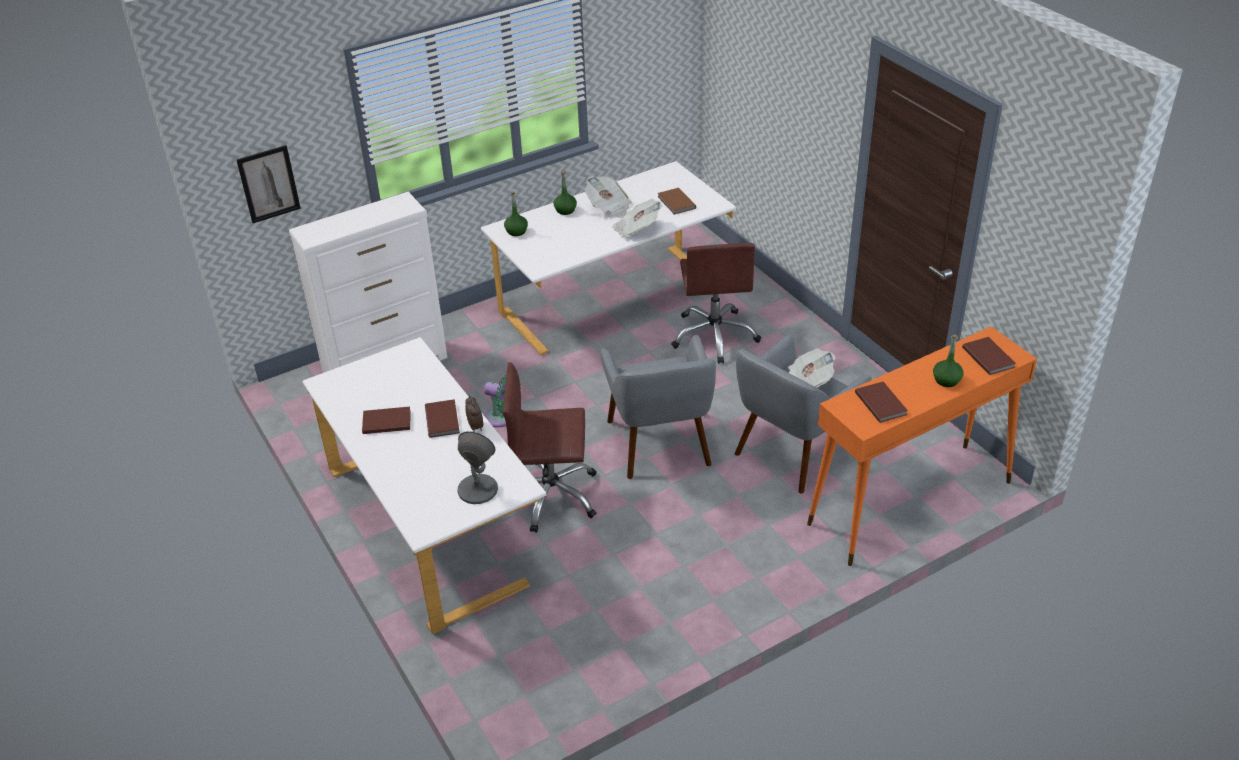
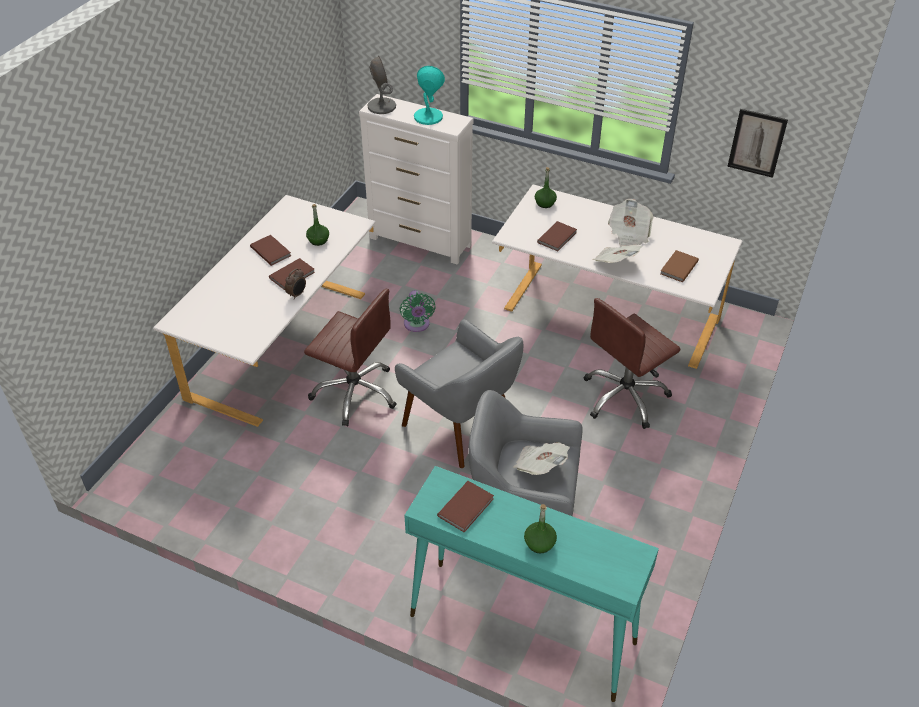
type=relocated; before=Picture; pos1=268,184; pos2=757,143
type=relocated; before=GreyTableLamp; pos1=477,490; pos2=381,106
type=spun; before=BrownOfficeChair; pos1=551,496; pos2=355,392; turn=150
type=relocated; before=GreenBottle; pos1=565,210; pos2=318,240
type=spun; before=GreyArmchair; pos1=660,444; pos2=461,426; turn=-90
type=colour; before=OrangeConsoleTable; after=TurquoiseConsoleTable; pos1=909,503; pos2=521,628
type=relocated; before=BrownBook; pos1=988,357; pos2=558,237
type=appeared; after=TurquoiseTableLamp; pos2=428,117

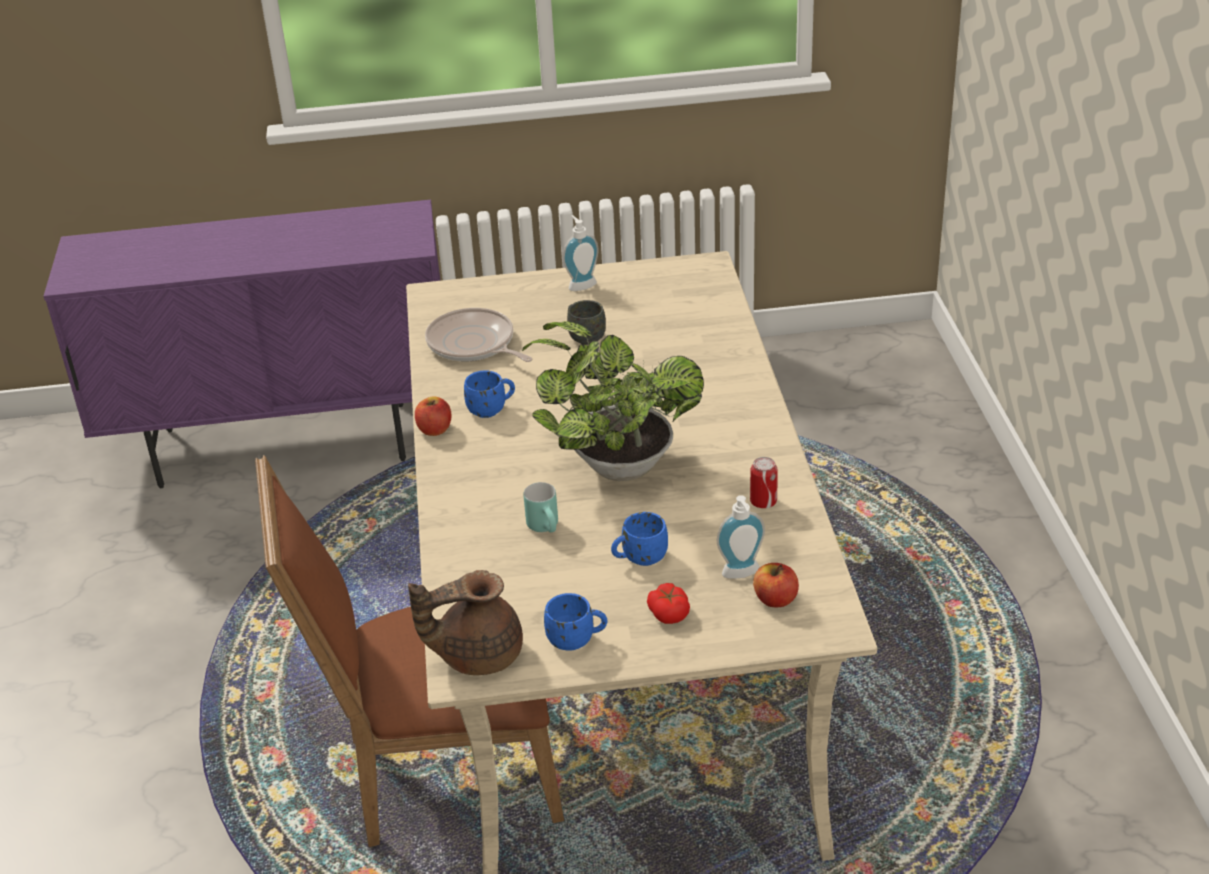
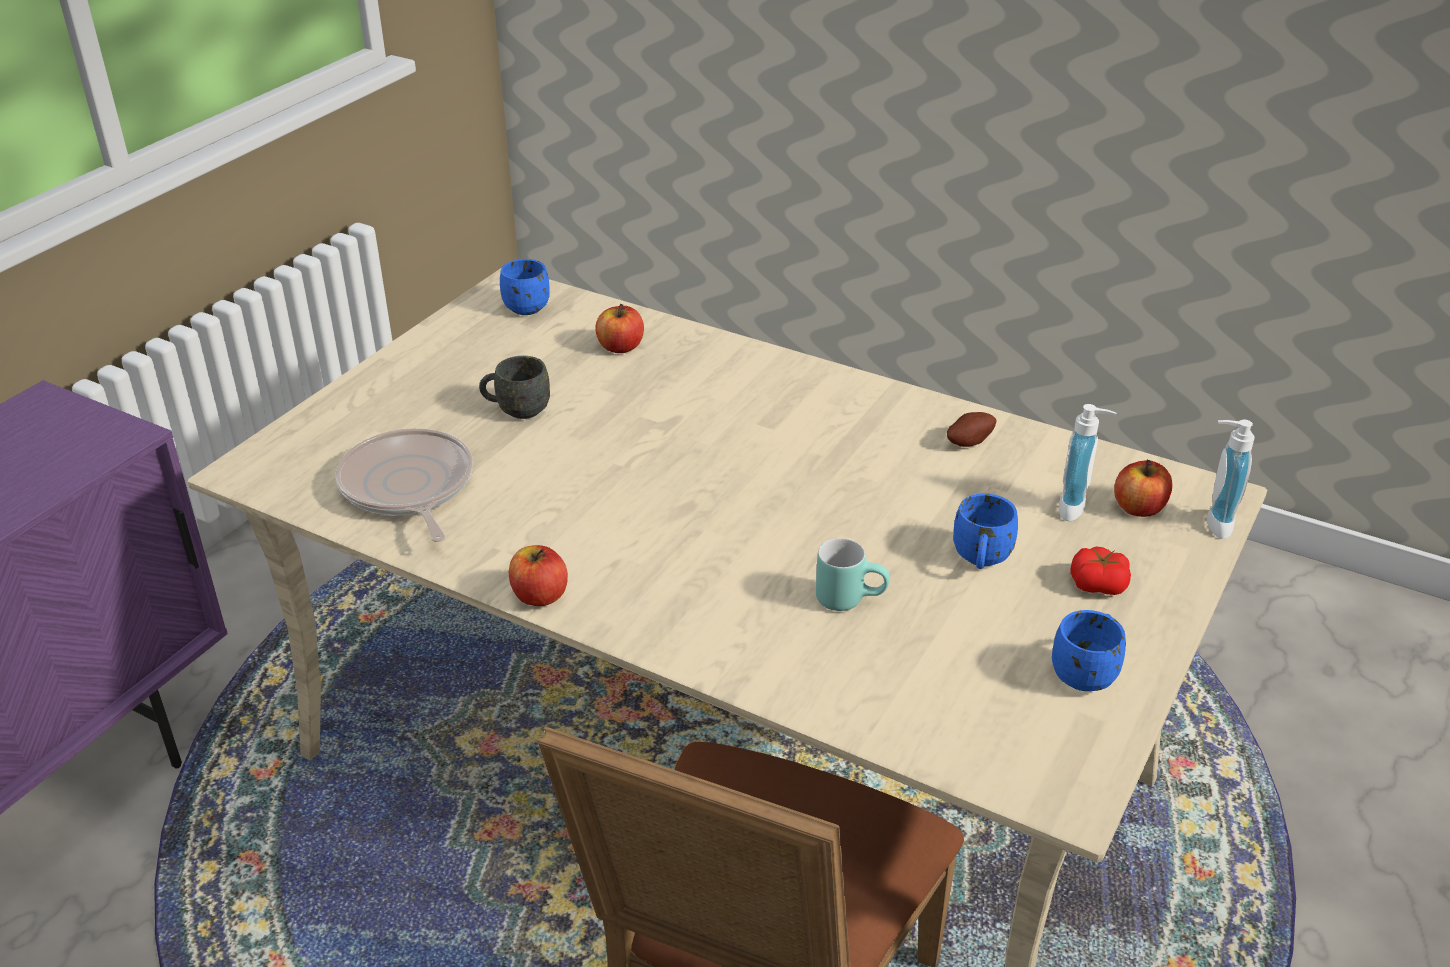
type=missing; before=BrownTeapot; pos1=476,654
type=spun; before=FryingPan; pos1=474,344; pos2=408,488; turn=75
type=relocated; before=BlueMug; pos1=492,409; pos2=529,304
type=missing; before=PottedPlant; pos1=615,464
type=relocated; before=SoapDispenser; pos1=581,284; pos2=1213,523
type=exchanged; before=Can; after=Potato; pos1=763,502; pos2=968,441
type=appeared; after=Apple; pos2=620,347

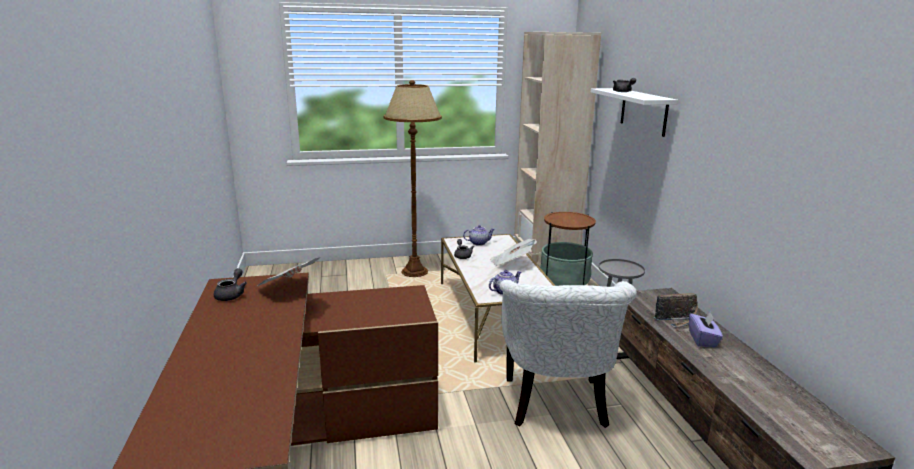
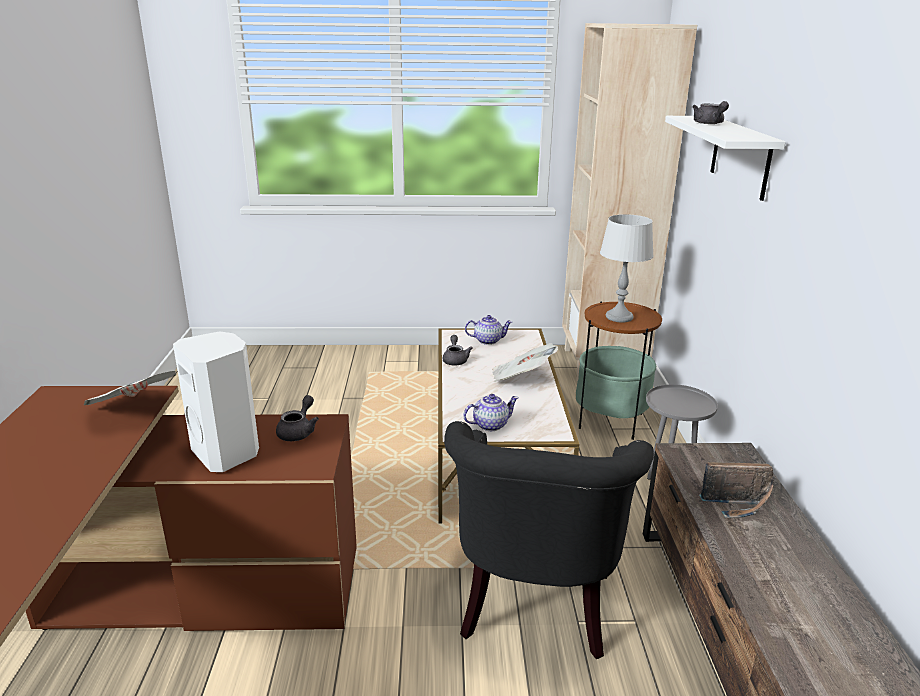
type=relocated; before=GreyTeapot; pos1=231,295; pos2=298,431
type=missing; before=BrownFloorLamp; pos1=415,272
type=colour; before=WhiteArmchair; after=BlackArmchair; pos1=556,405; pos2=534,610
type=missing; before=PurpleTissueBox; pos1=703,340
type=appeared; after=WhiteSpeaker; pos2=227,453
type=appeared; after=GreyTableLamp; pos2=619,317

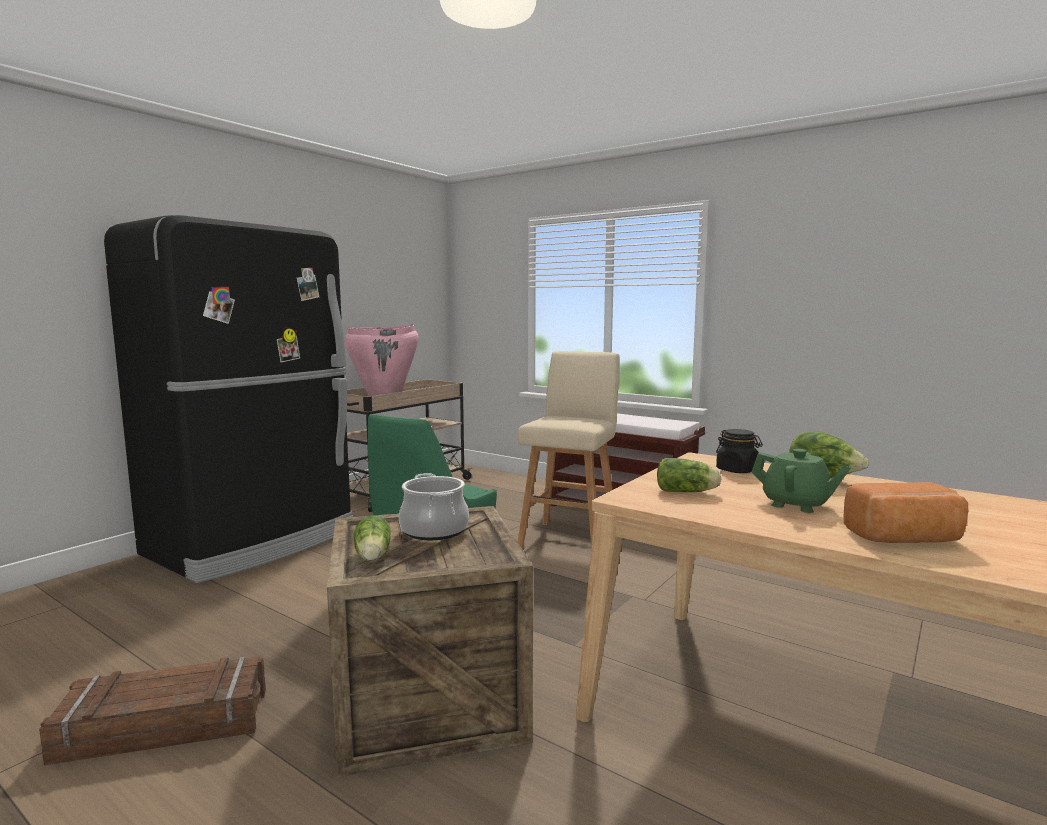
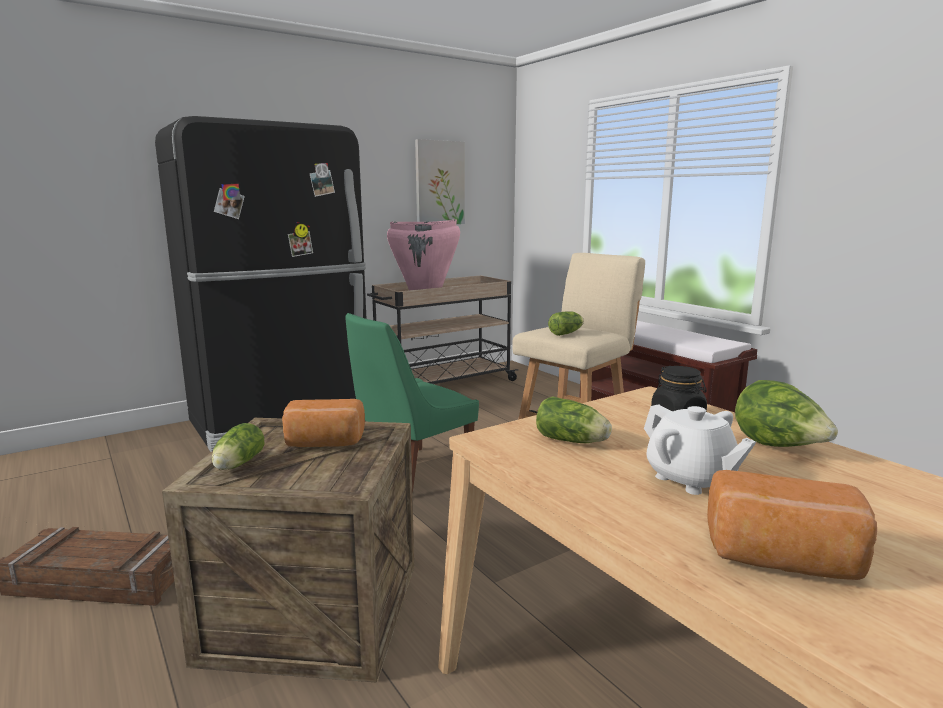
type=exchanged; before=CookingPot; after=Bread; pos1=434,530; pos2=324,443
type=colour; before=GreenTeapot; after=WhiteTeapot; pos1=796,505; pos2=690,479
type=appeared; after=Picture; pos2=439,183
type=appeared; after=Lettuce; pos2=567,333

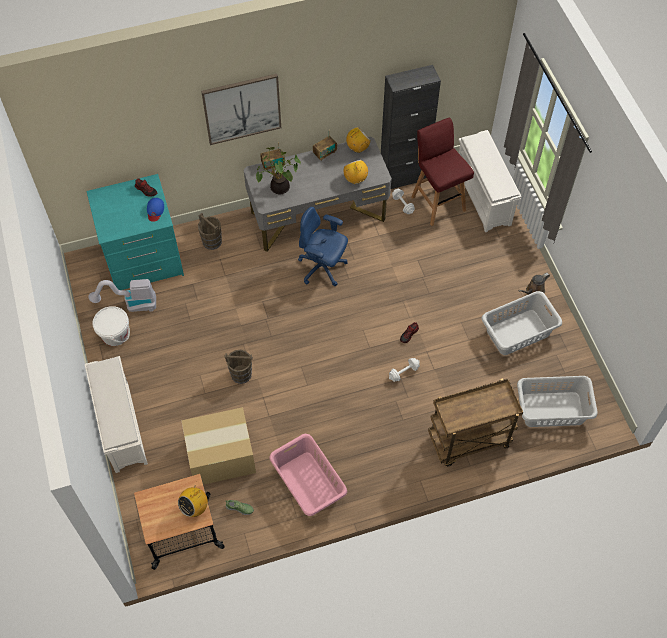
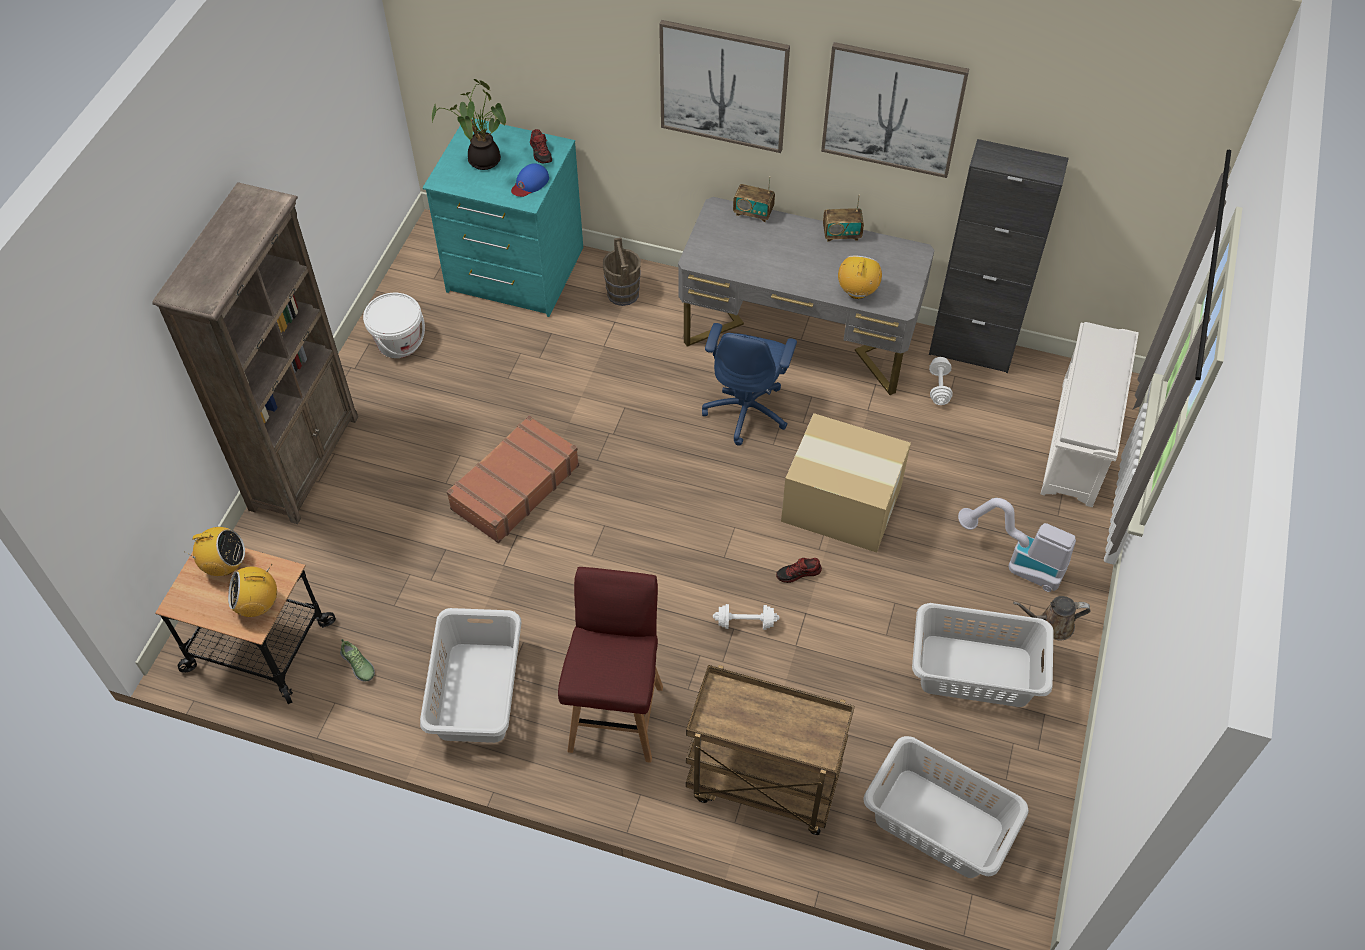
type=exchanged; before=WhiteShoeRack; after=BrownBookcase; pos1=121,426; pos2=305,462
type=relocated; before=VacuumCleaner; pos1=130,305; pos2=1016,562
type=relocated; before=CardboardBox; pos1=222,456; pos2=842,505
type=exchanged; before=BrownBucket; after=BrownSuitcase; pos1=241,374; pos2=514,487
type=relocated; before=PottedPlant; pos1=279,189; pos2=481,161
type=colour; before=PinkLaundryBasket; after=GreyLaundryBasket; pos1=308,484; pos2=476,693
type=spun; before=BlueOfficeChair; pos1=322,268; pos2=747,410; turn=-135
type=relocated; before=Radio; pos1=358,148; pos2=225,565
type=relocated; before=RedStool; pos1=437,202; pos2=617,715
type=appeared; after=Picture; pos2=892,109

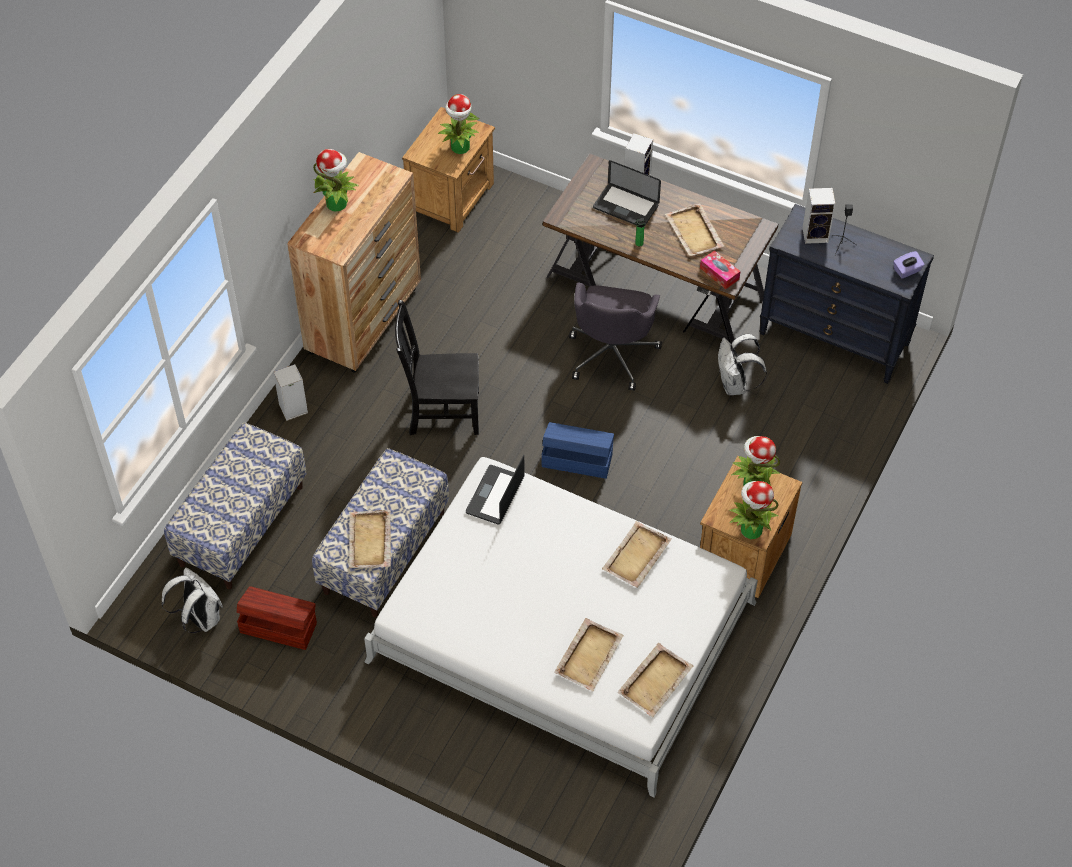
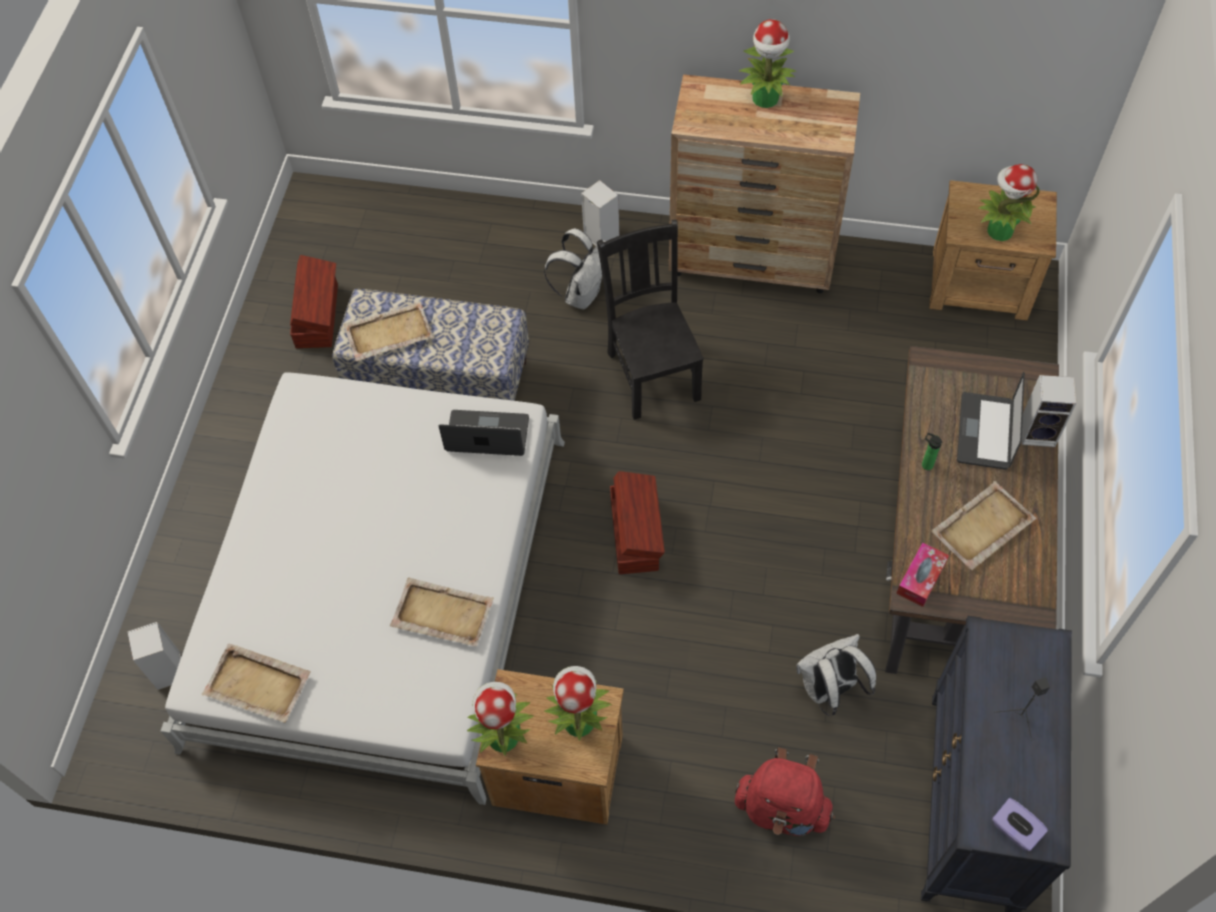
type=relocated; before=WhiteBackpack; pos1=199,618; pos2=582,294
type=missing; before=Bench; pos1=241,525
type=colour; before=BlueStorageBox; after=BrownStorageBox; pos1=576,459; pos2=635,533
type=missing; before=BeigeTray; pos1=589,655
type=missing; before=GreyOfficeChair; pos1=612,353
type=relocated; before=Speaker; pos1=816,234; pos2=170,672
type=appeared; after=RedBackpack; pos2=782,808

